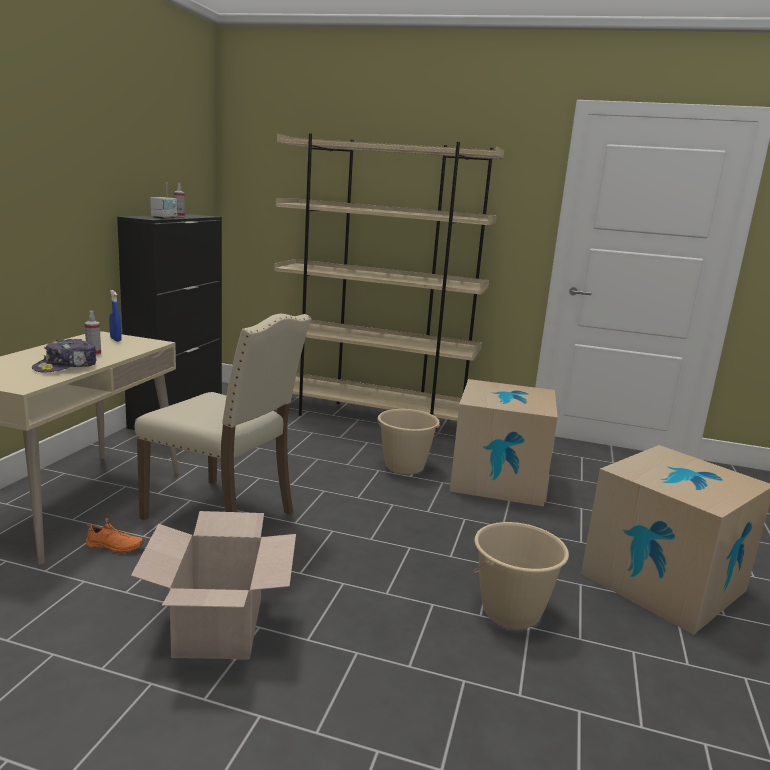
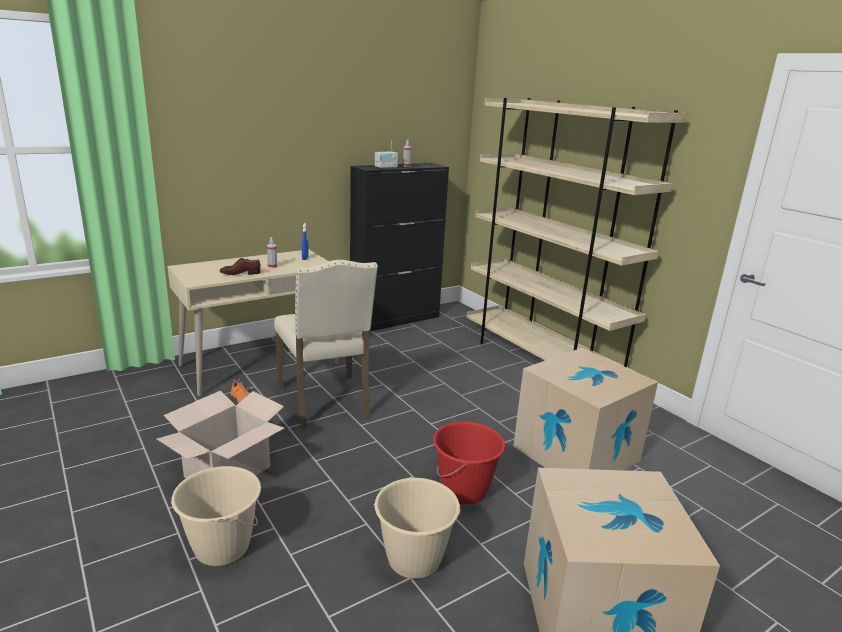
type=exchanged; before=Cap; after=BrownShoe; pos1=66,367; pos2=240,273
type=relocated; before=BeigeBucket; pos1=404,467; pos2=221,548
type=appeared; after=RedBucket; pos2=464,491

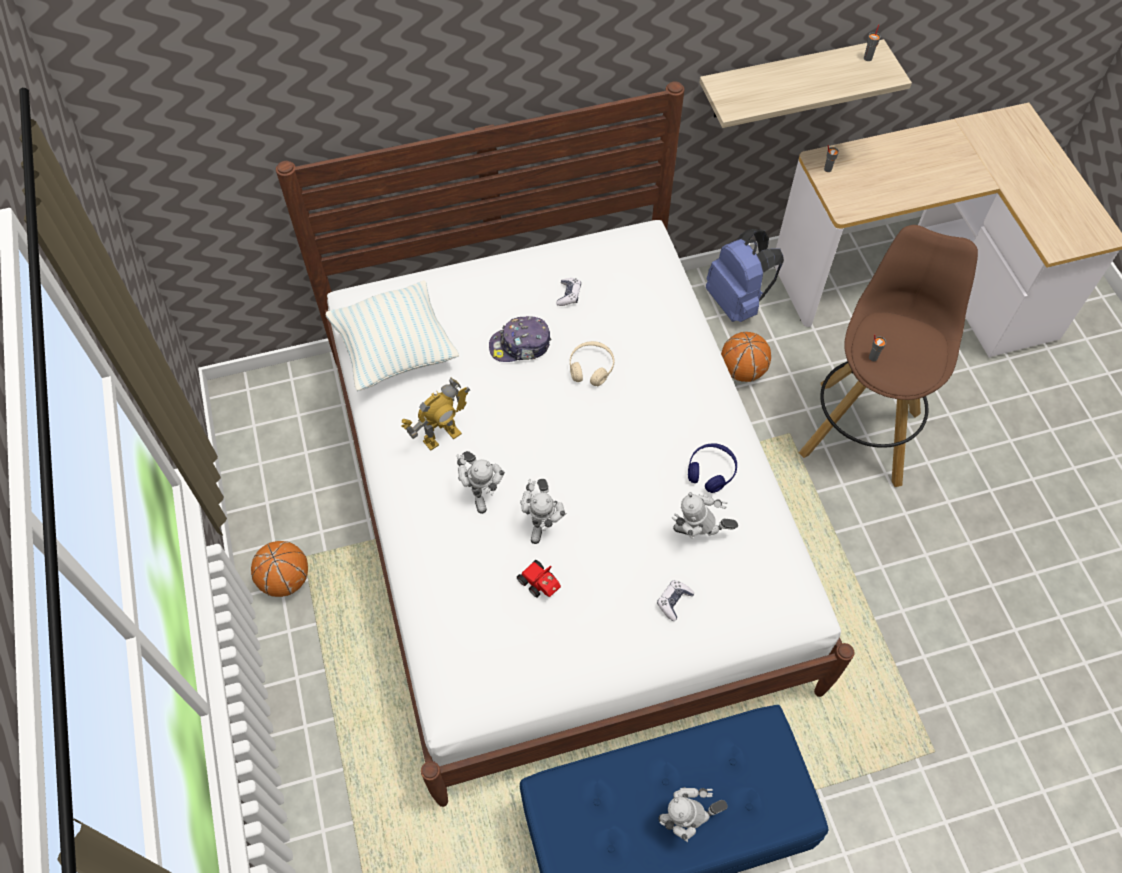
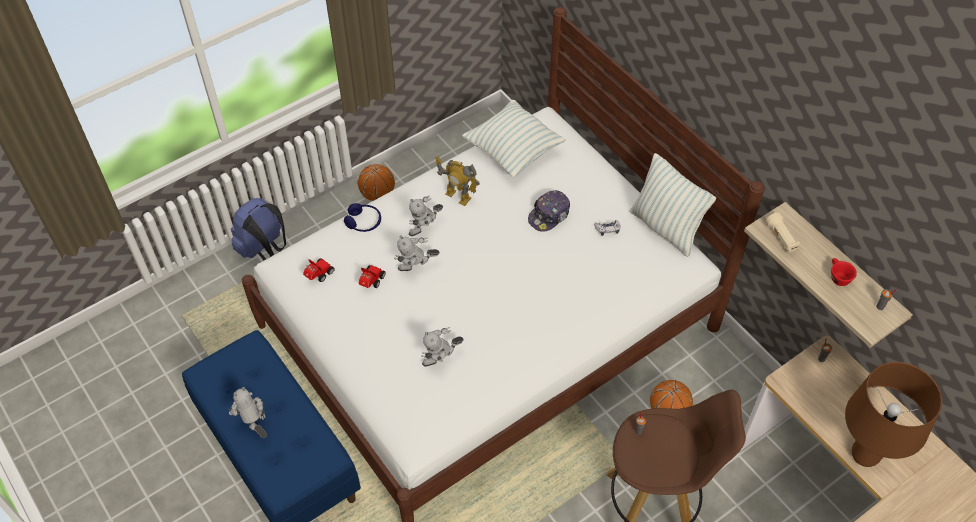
type=spun; before=Cap; pos1=520,346; pos2=549,215; turn=-105
type=missing; before=BeigeHeadphones; pos1=591,368
type=missing; before=GameController; pos1=674,601
type=spun; before=ToyRobot; pos1=698,536; pos2=441,361; turn=-105
type=relocated; before=BlueHeadphones; pos1=711,471; pos2=363,222
type=relocated; before=BlueBackpack; pos1=737,302; pos2=264,249
type=appeared; after=ToyCar; pos2=318,275
type=appeared; after=Pillow; pos2=665,228
type=appeared; after=BeigeFlashlight; pos2=781,238
type=appeared; after=RedCup; pos2=838,277
type=appeared; after=BrownTableLamp; pos2=864,455

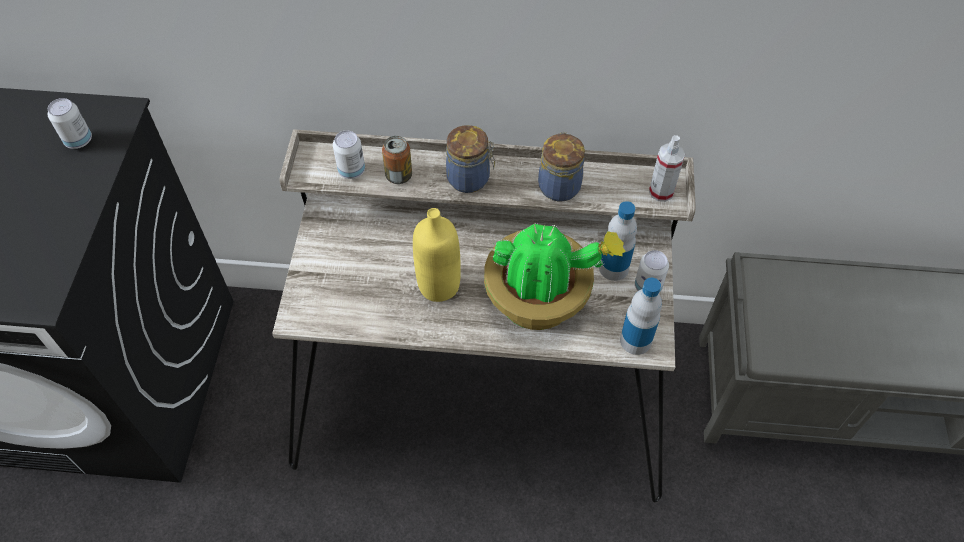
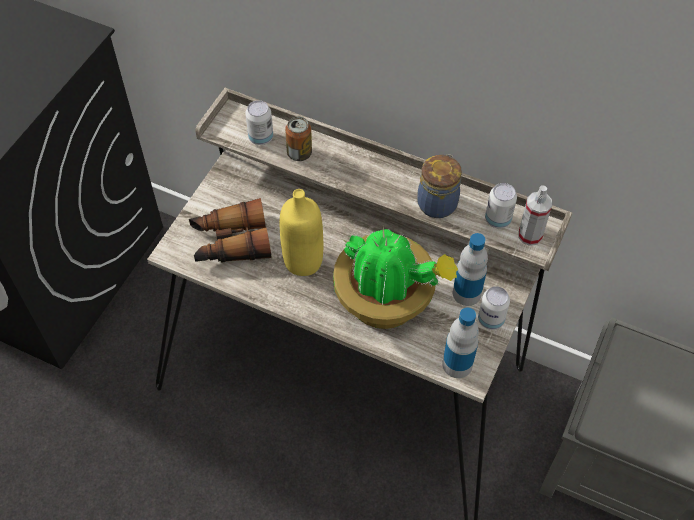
type=relocated; before=Can; pos1=79,141; pos2=497,219
type=missing; before=Jar; pos1=470,179
type=appeared; after=Binoculars; pos2=230,242

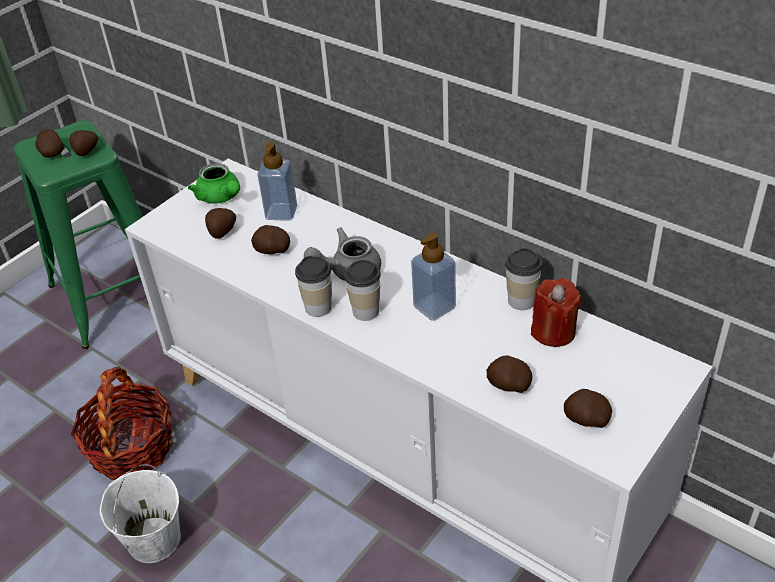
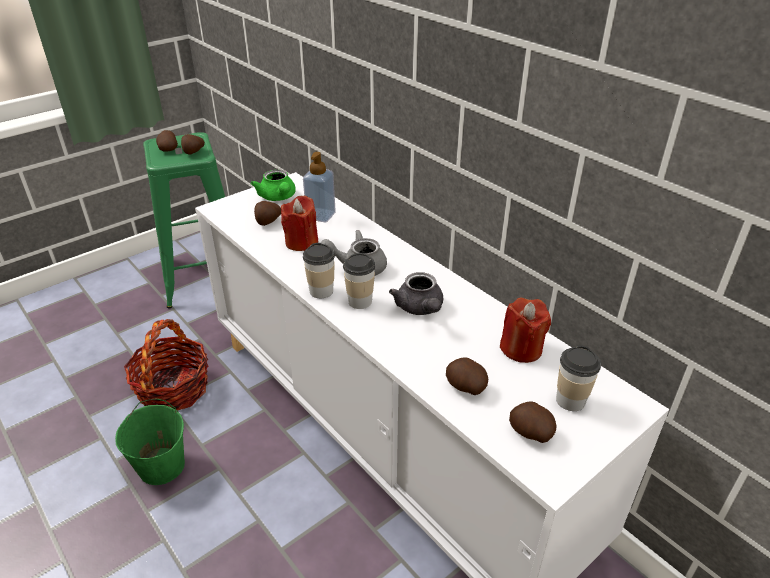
type=colour; before=WhiteBucket; after=GreenBucket; pos1=153,540; pos2=161,466
type=exchanged; before=Potato; after=RedCandle; pos1=272,251; pos2=301,242
type=exchanged; before=SoapDispenser; after=GreyTeapot; pos1=434,307; pos2=420,309
type=relocated; before=Cup; pos1=521,301; pos2=570,400

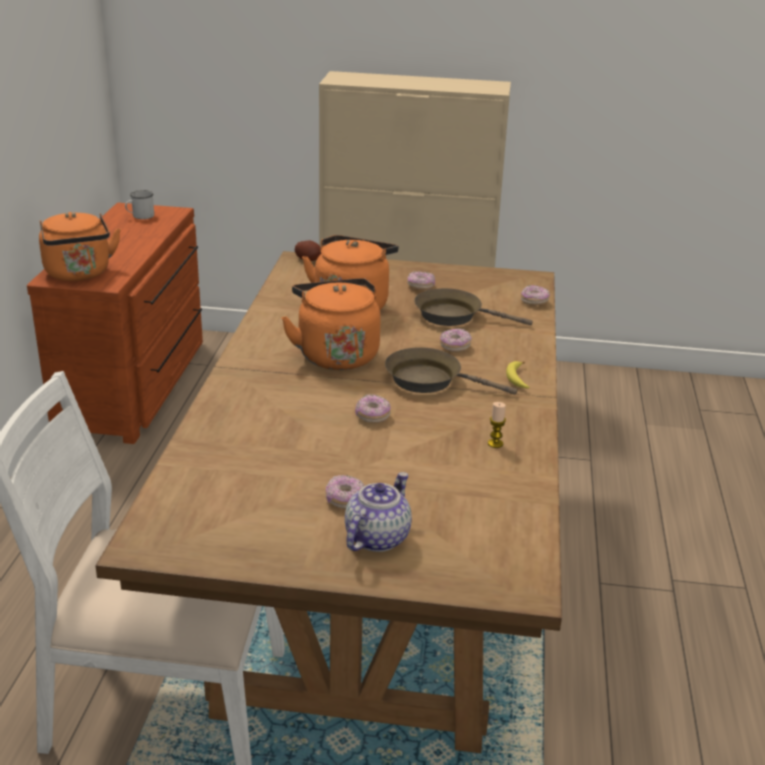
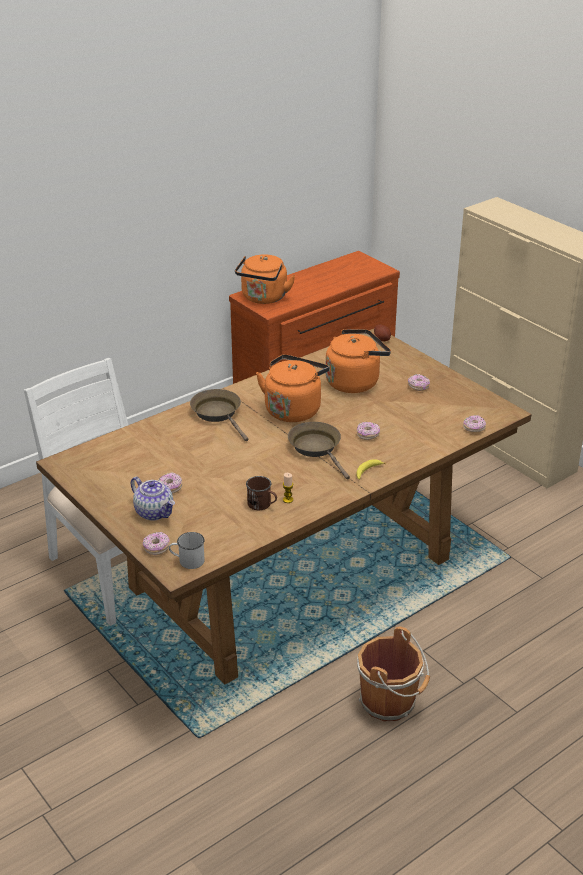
type=relocated; before=WhiteMug; pos1=140,216; pos2=187,561
type=spun; before=Teapot; pos1=376,537; pos2=155,512; turn=60
type=relocated; before=Donut; pos1=372,416; pos2=156,548
type=relocated; before=BrownFryingPan; pos1=454,316; pos2=218,414
type=appeared; after=BrownMug; pos2=262,505
type=appeared; after=BrownBucket; pos2=390,702

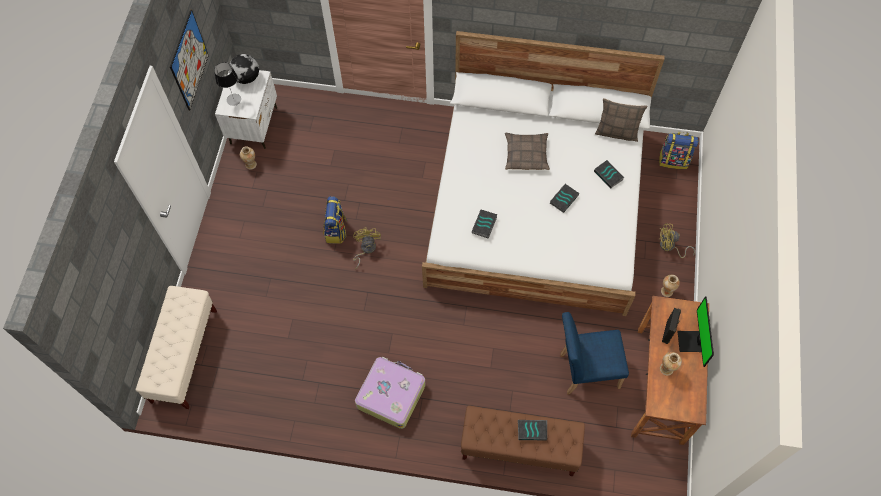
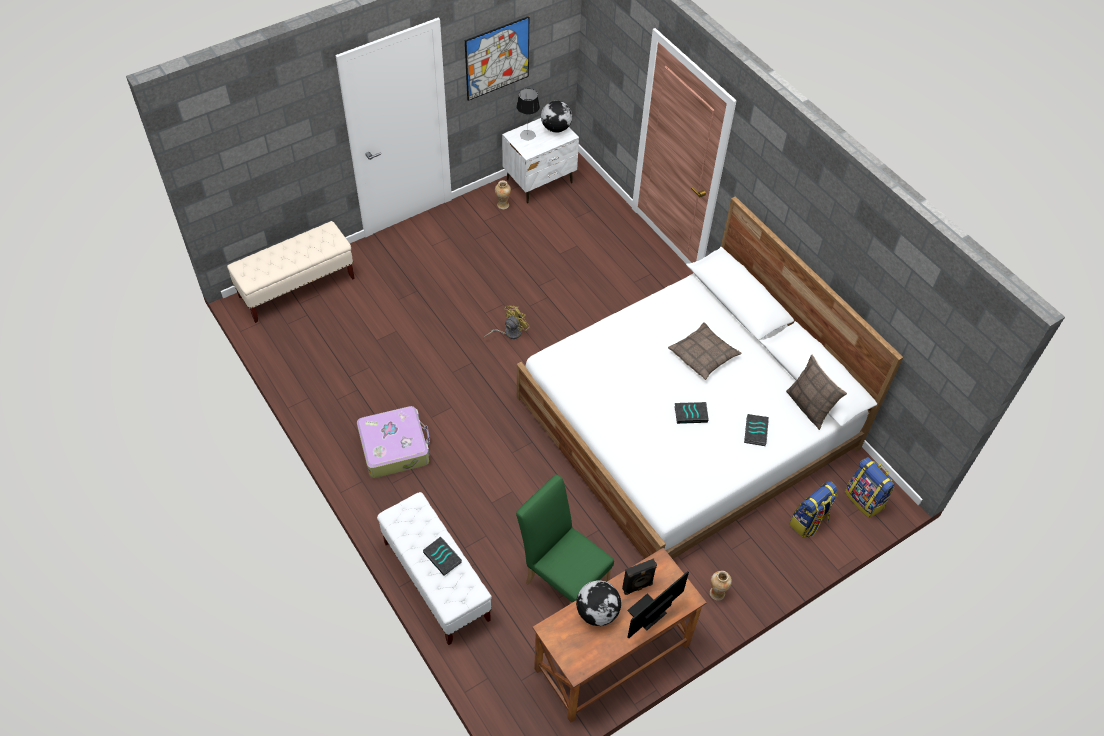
type=relocated; before=Backpack; pos1=336,230; pos2=809,522
type=colour; before=BrownBench; after=WhiteBench; pos1=519,448; pos2=436,581
type=missing; before=Book; pos1=484,225
type=colour; before=BlueChair; after=GreenChair; pos1=584,370; pos2=562,580
type=missing; before=YellowFan; pos1=669,247
type=exchanged; before=Vase; after=Globe; pos1=666,369; pos2=598,612

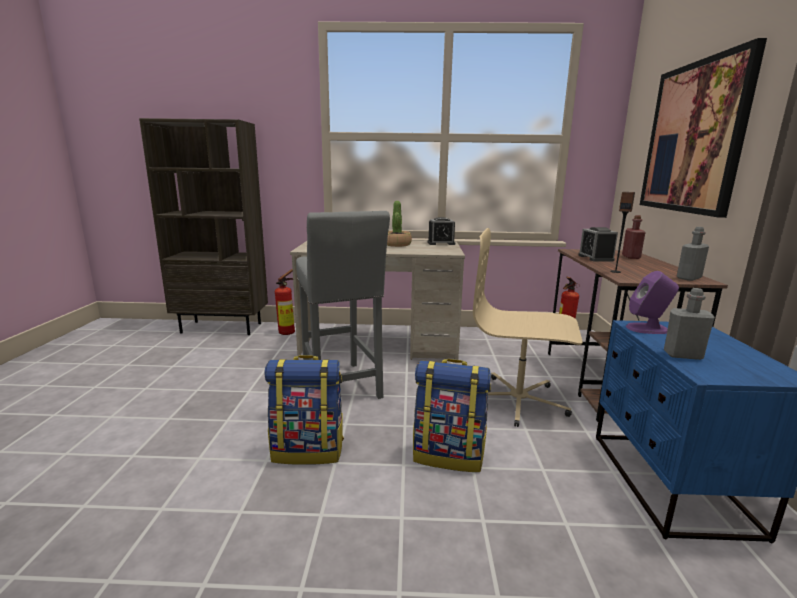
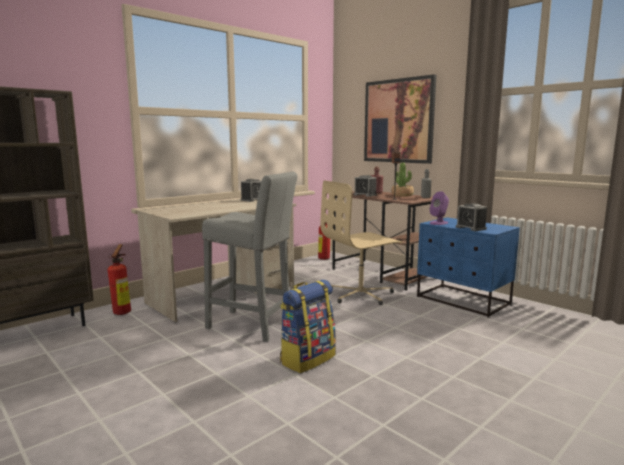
type=relocated; before=PottedPlant; pos1=397,244; pos2=402,195
type=missing; before=Backpack; pos1=449,455
type=exchanged; before=GreyBottle; after=AlarmClock; pos1=683,355; pos2=470,228

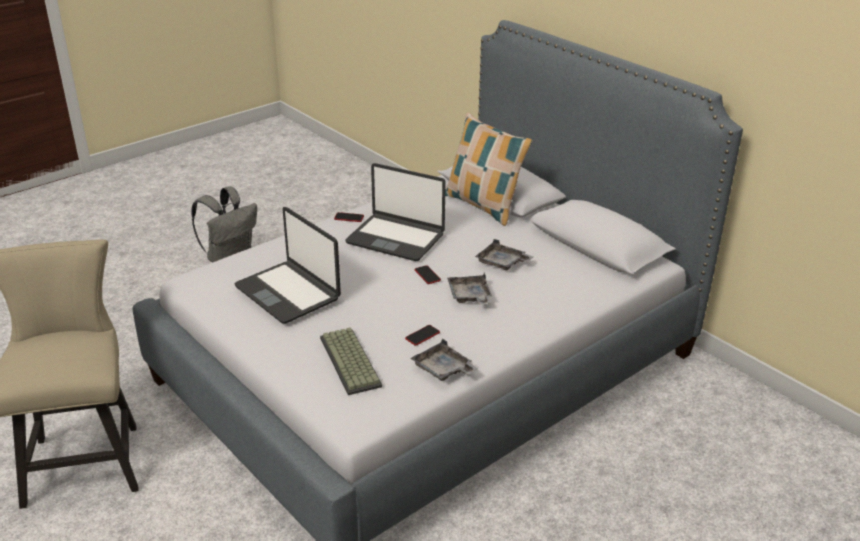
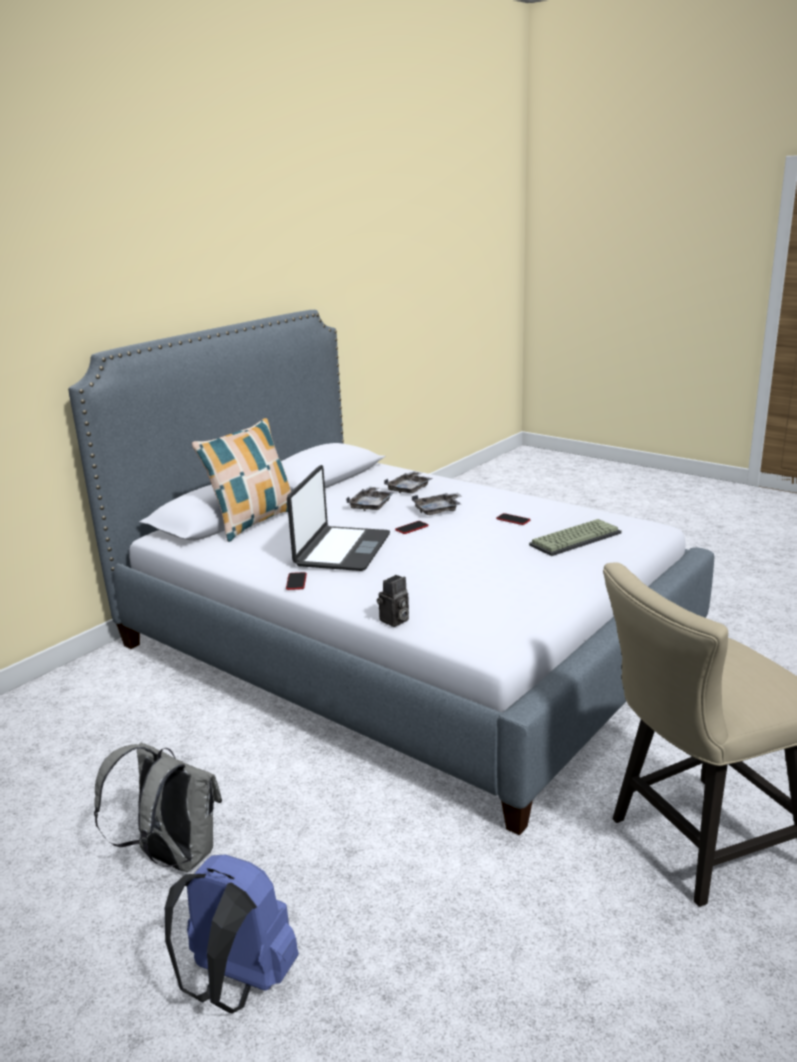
type=missing; before=Laptop; pos1=288,292
type=relocated; before=GreyTray; pos1=443,370; pos2=409,489
type=appeared; after=BlueBackpack; pos2=237,983
type=appeared; after=PhotoCamera; pos2=394,621

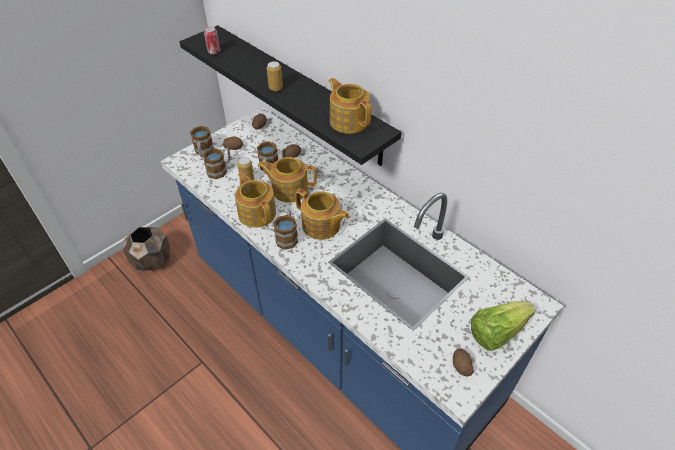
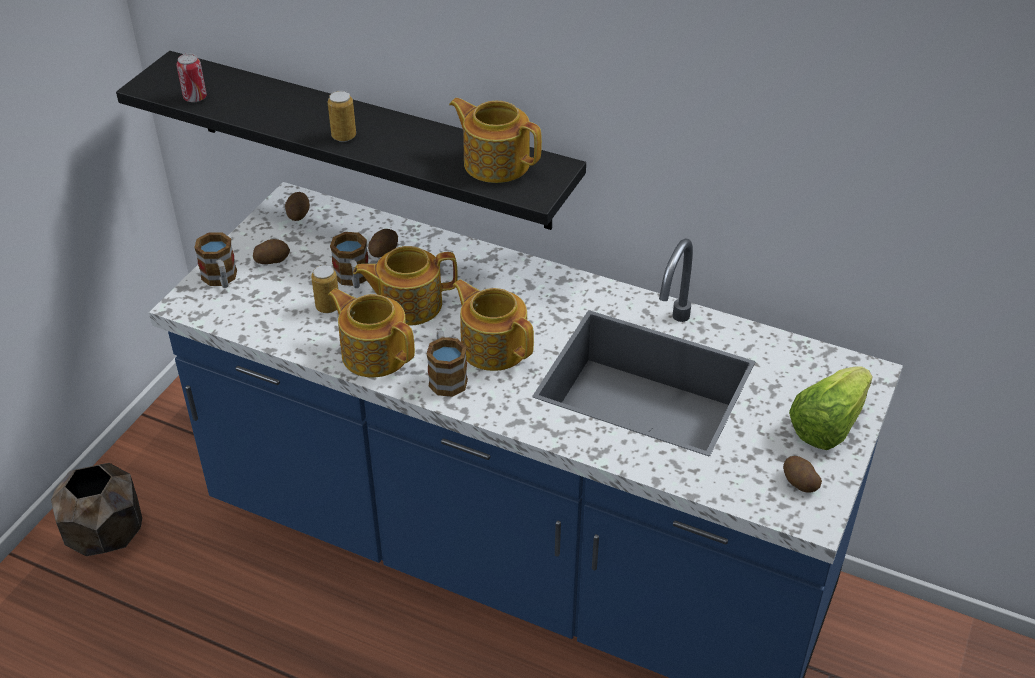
type=missing; before=Mug; pos1=220,170
type=spun; before=Teapot; pos1=321,226; pos2=493,346; turn=-150

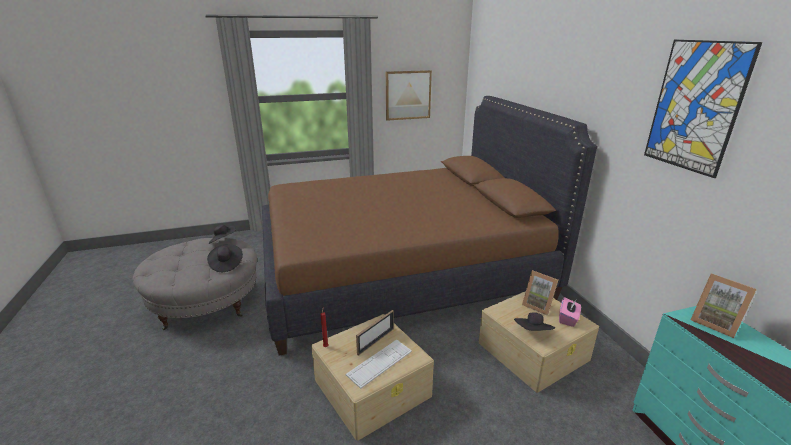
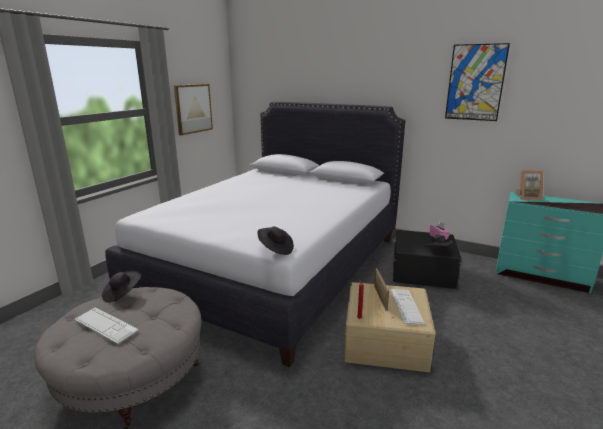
type=relocated; before=BlackHat; pos1=226,264; pos2=275,249
type=colour; before=BrownBed; after=WhiteBed; pos1=400,271; pos2=275,266
type=colour; before=BeigeStorageBox; after=BlackStorageBox; pos1=533,351; pos2=422,271
type=missing; before=PictureFrame; pos1=538,305
type=appeared; after=Keyboard; pos2=106,325

